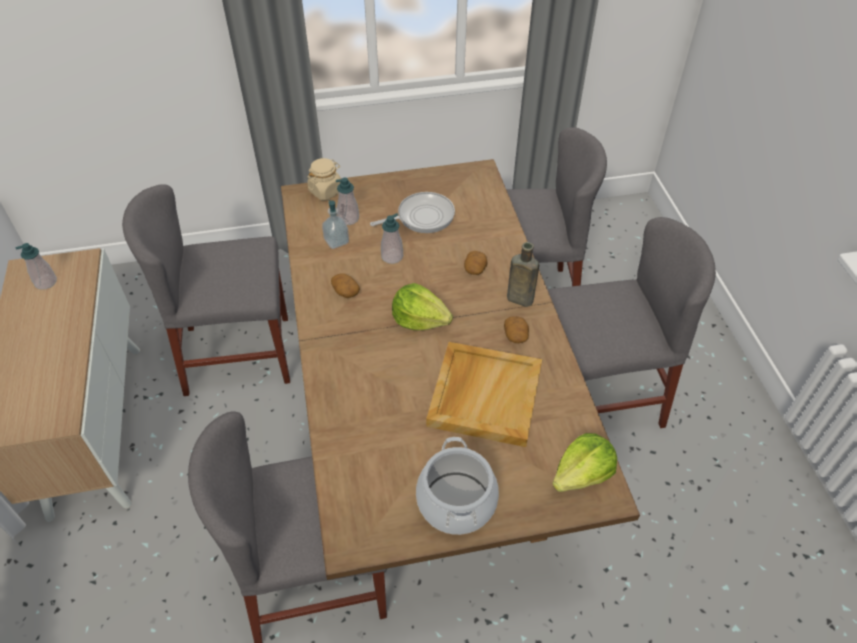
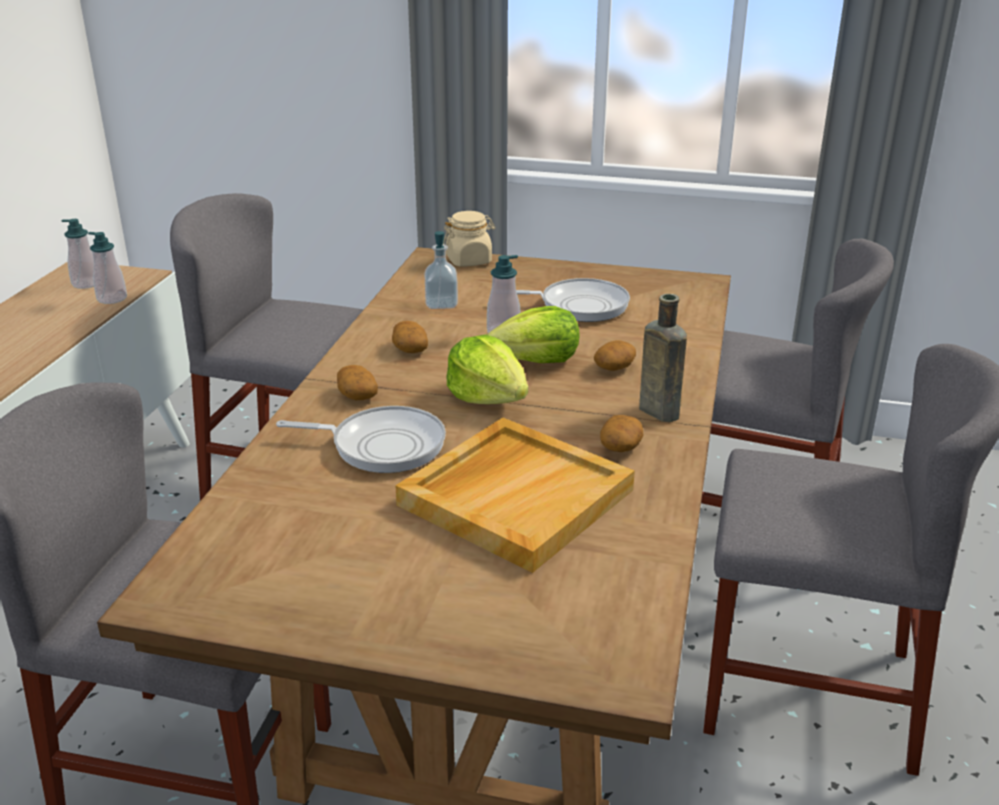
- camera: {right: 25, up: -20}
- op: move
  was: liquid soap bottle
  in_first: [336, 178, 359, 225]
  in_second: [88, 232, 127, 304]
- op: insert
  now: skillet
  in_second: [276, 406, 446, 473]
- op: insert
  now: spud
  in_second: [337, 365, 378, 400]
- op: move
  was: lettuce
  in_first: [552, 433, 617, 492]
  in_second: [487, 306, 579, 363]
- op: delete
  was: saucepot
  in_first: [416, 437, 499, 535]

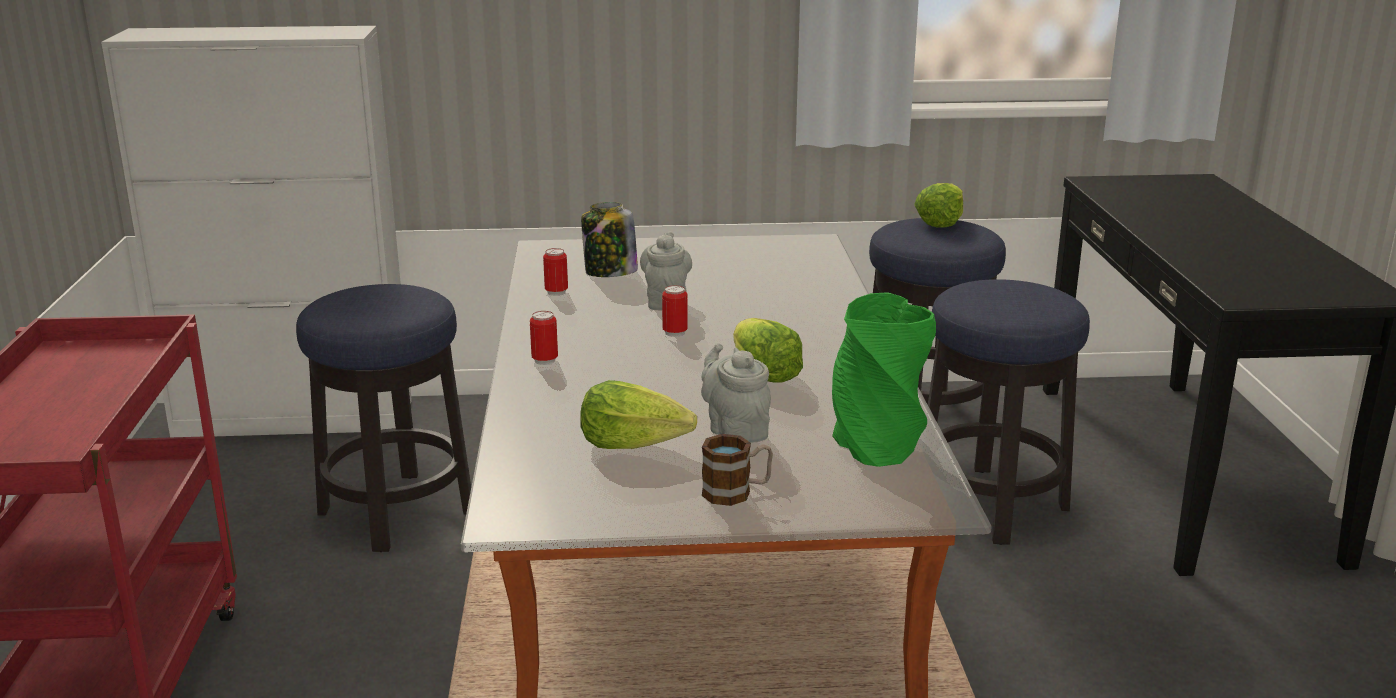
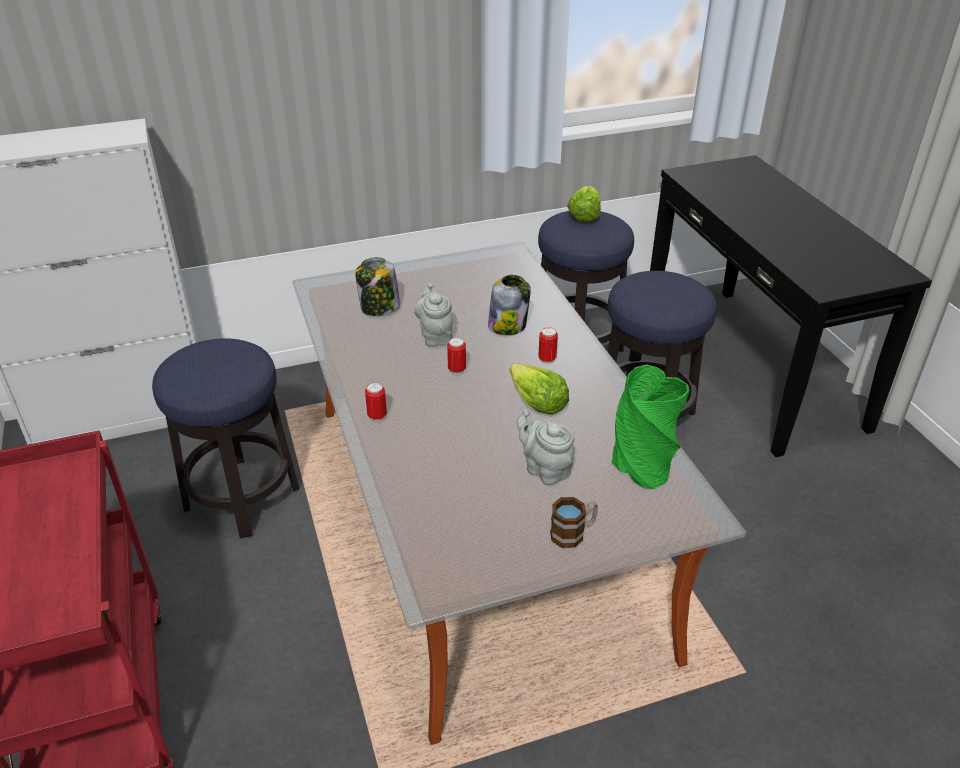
- camera: {right: -15, up: 15}
- op: insert
  now: preserve jar
  in_second: [488, 275, 531, 335]
- op: move
  was: can
  in_first: [543, 248, 568, 296]
  in_second: [538, 327, 558, 364]
- op: delete
  was: lettuce
  in_first: [580, 380, 697, 449]

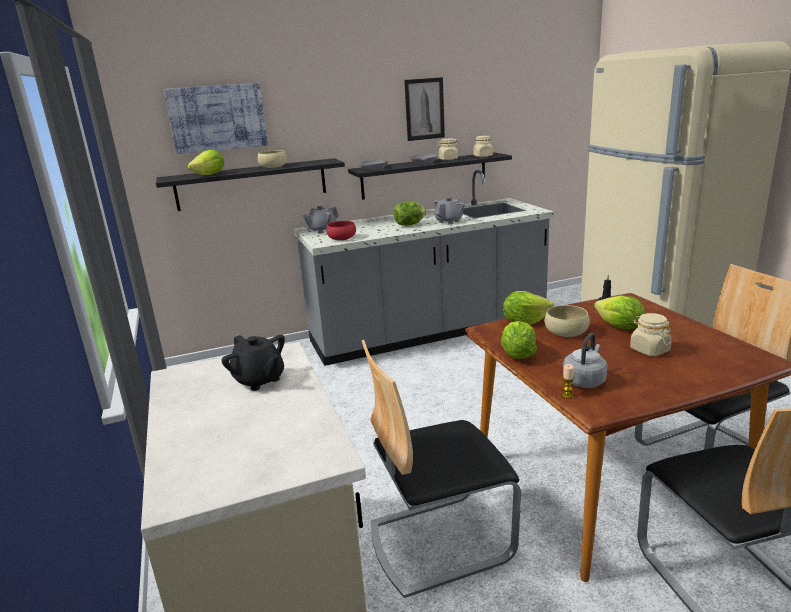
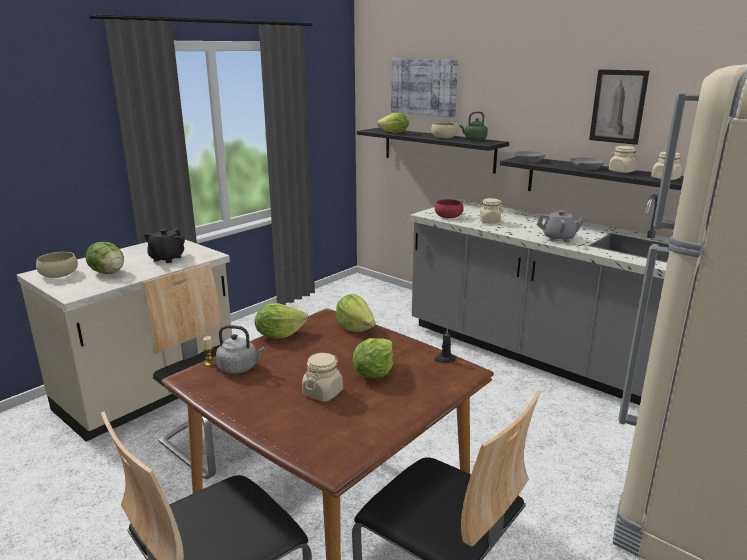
- camera: {right: 60, up: 0}
- op: move
  was: bowl (beige-coloured)
  in_first: [544, 305, 590, 337]
  in_second: [36, 252, 78, 278]
- op: move
  was: lettuce
  in_first: [394, 201, 426, 226]
  in_second: [86, 242, 124, 274]
- op: insert
  now: kettle (green)
  in_second: [460, 111, 488, 141]
- op: insert
  now: preserve jar (beige-coloured)
  in_second: [479, 198, 503, 223]
- op: delete
  was: teapot (grey)
  in_first: [303, 206, 339, 233]

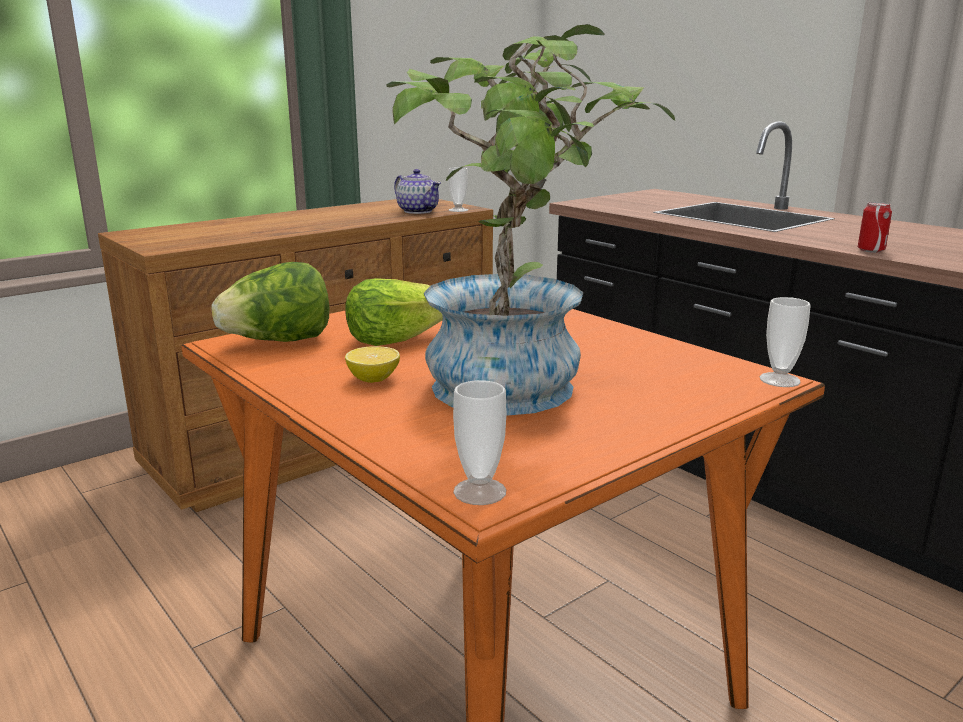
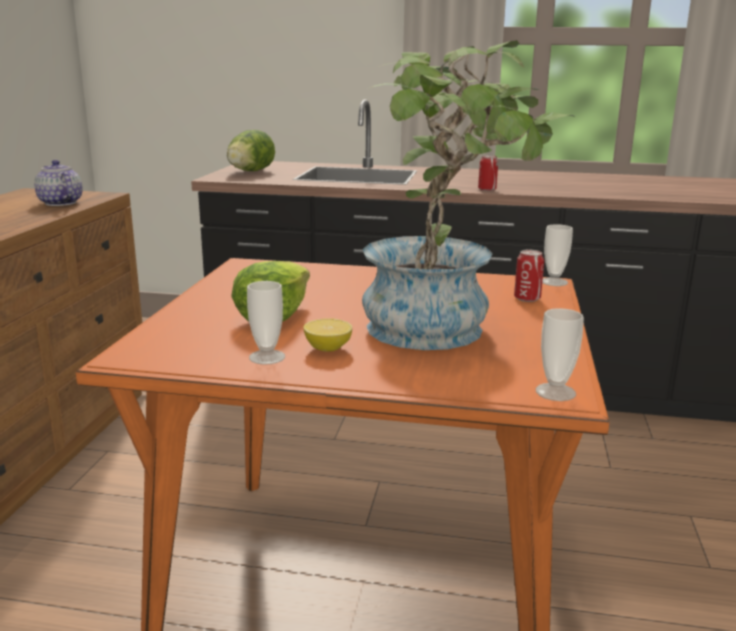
- camera: {right: -40, up: 0}
- op: rotate
  was: teapot
  in_first: [394, 169, 441, 214]
  in_second: [34, 160, 83, 206]
  clockwise: -135
- op: move
  was: lettuce
  in_first: [211, 262, 329, 342]
  in_second: [227, 130, 275, 171]
- op: move
  was: small cup
  in_first: [448, 167, 468, 212]
  in_second: [247, 281, 285, 365]
- op: insert
  now: can
  in_second: [514, 250, 544, 302]

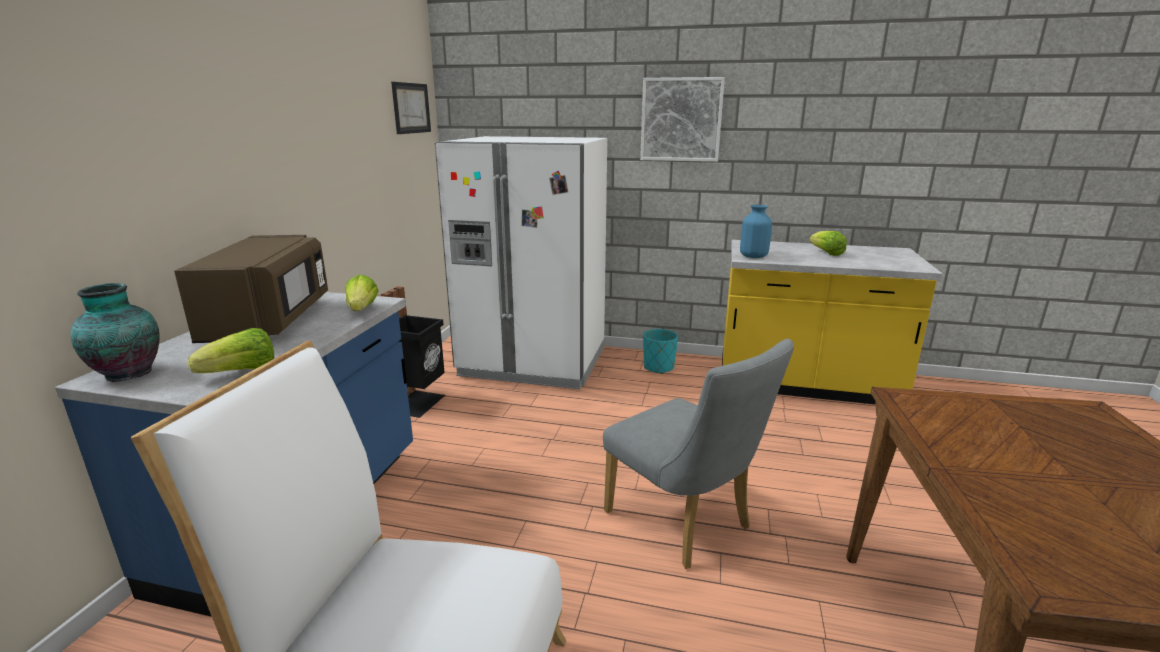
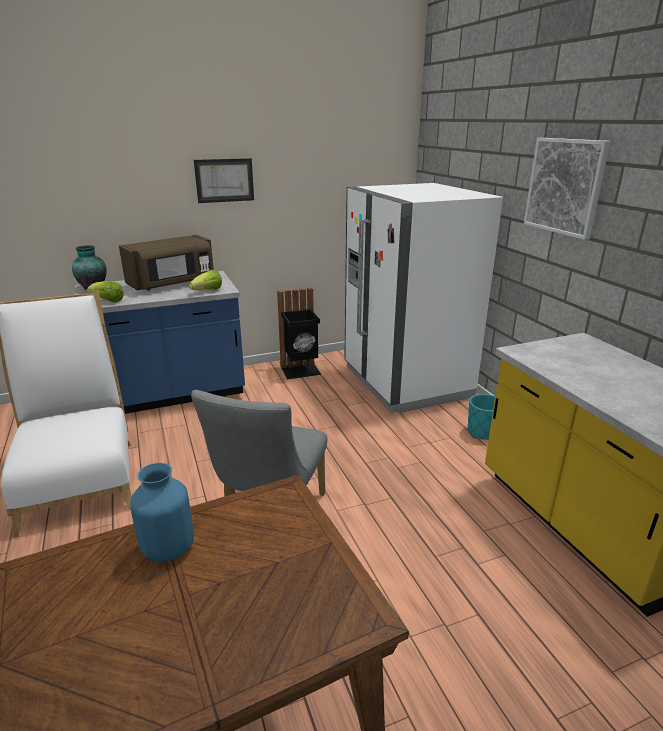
- camera: {right: 55, up: 5}
- op: move
  was: vase (blue-coloured)
  in_first: [740, 205, 772, 258]
  in_second: [131, 463, 194, 562]
- op: move
  was: wall art
  in_first: [391, 82, 431, 134]
  in_second: [194, 158, 254, 203]
- op: delete
  was: lettuce
  in_first: [810, 231, 847, 256]

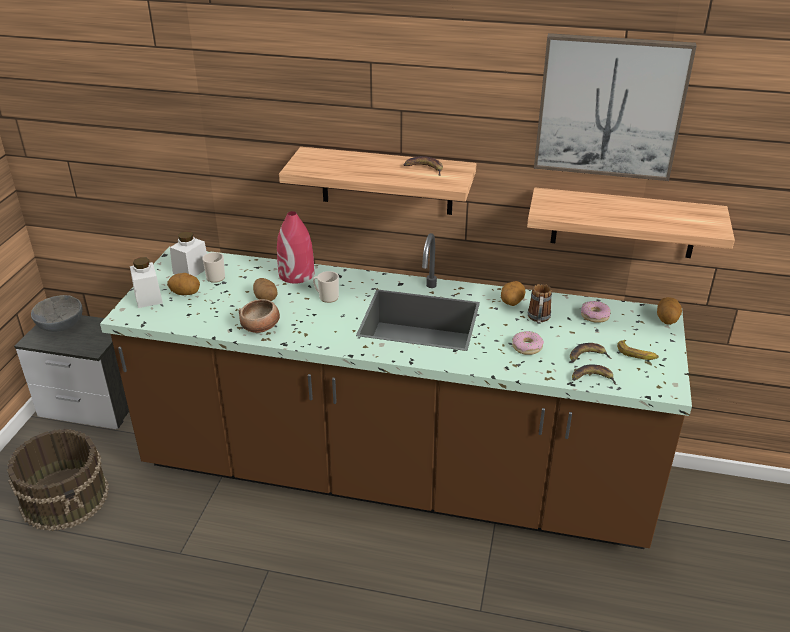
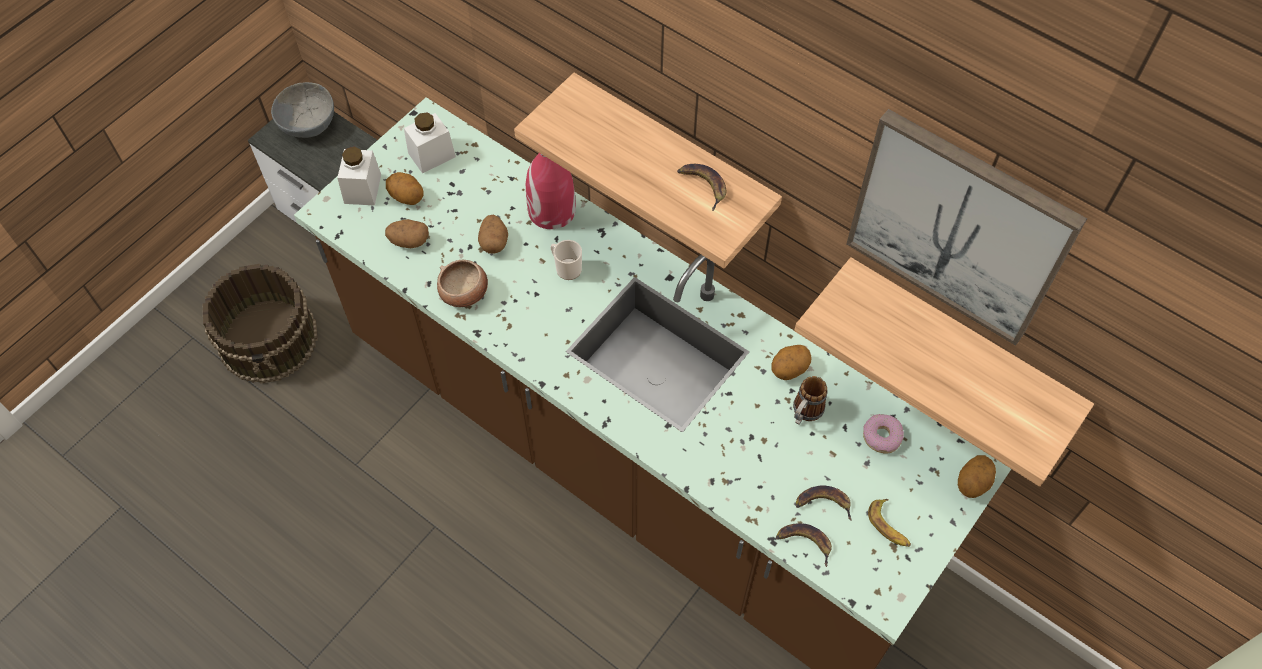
- camera: {right: 25, up: 25}
- op: insert
  now: spud
  in_second: [385, 219, 429, 248]
- op: delete
  was: coffee mug
  in_first: [202, 252, 225, 283]
- op: delete
  was: ring doughnut
  in_first: [512, 331, 544, 355]

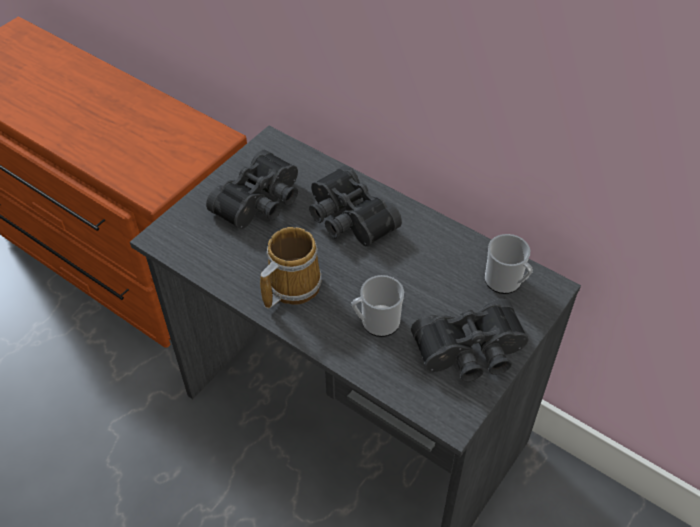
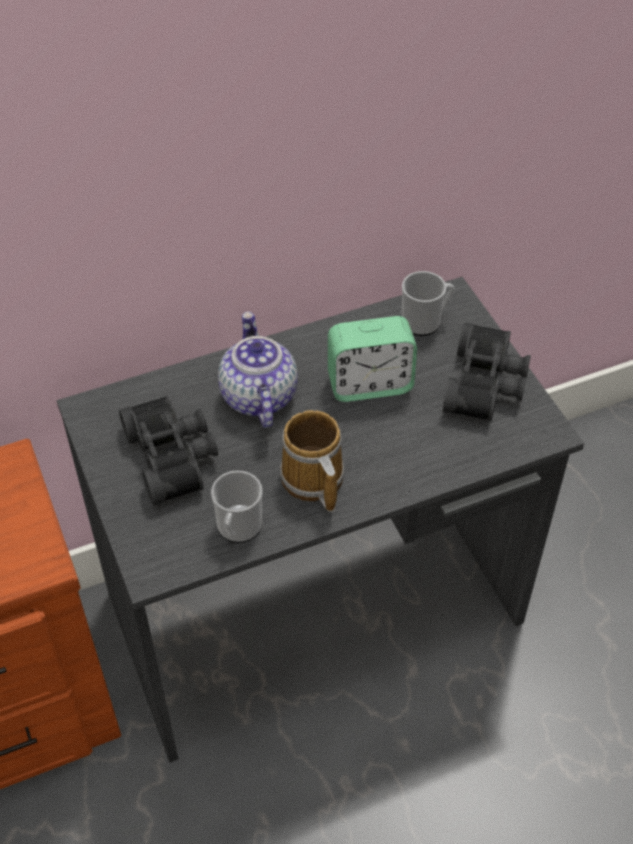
- camera: {right: -60, up: 0}
- op: move
  was: coffee mug
  in_first: [352, 275, 404, 337]
  in_second: [211, 470, 263, 543]
- op: replace
  was: binoculars (blackish)
  now: teapot
  in_first: [309, 165, 402, 247]
  in_second: [218, 312, 298, 428]
- op: insert
  now: alarm clock
  in_second: [328, 316, 417, 402]

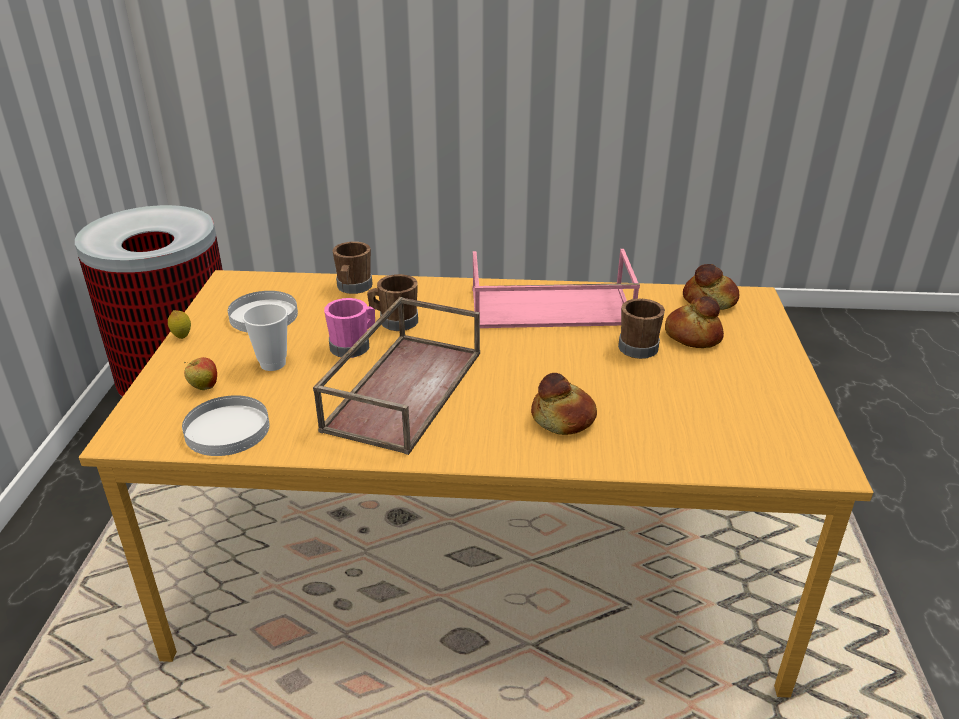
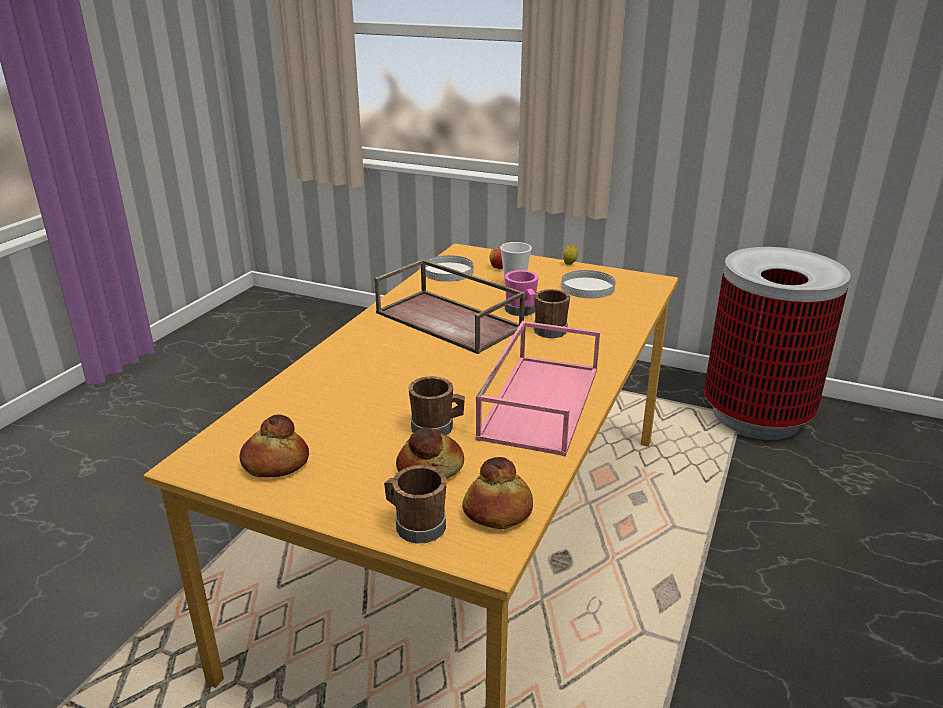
- camera: {right: 110, up: -5}
- op: move
  was: bread
  in_first: [531, 373, 597, 435]
  in_second: [240, 415, 309, 477]
- op: move
  was: coffee mug (brownish)
  in_first: [333, 241, 372, 294]
  in_second: [384, 465, 446, 543]

